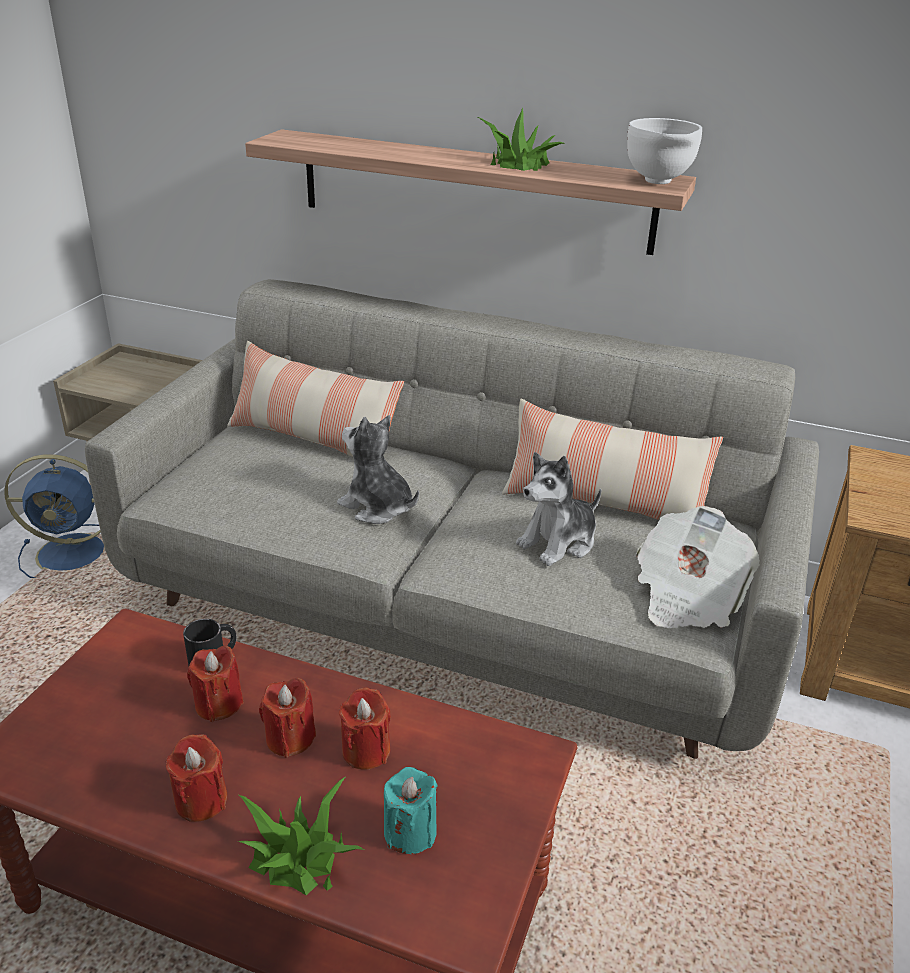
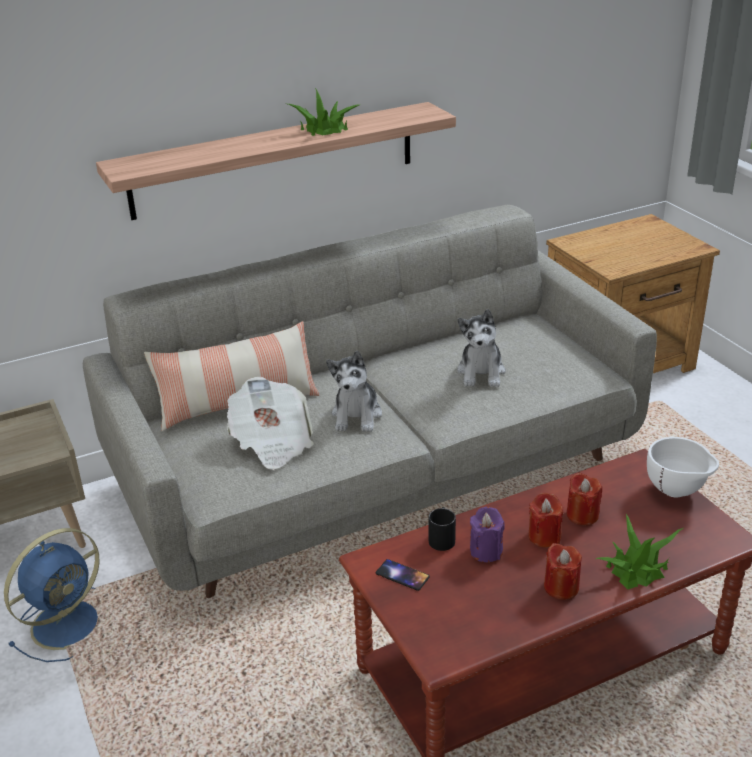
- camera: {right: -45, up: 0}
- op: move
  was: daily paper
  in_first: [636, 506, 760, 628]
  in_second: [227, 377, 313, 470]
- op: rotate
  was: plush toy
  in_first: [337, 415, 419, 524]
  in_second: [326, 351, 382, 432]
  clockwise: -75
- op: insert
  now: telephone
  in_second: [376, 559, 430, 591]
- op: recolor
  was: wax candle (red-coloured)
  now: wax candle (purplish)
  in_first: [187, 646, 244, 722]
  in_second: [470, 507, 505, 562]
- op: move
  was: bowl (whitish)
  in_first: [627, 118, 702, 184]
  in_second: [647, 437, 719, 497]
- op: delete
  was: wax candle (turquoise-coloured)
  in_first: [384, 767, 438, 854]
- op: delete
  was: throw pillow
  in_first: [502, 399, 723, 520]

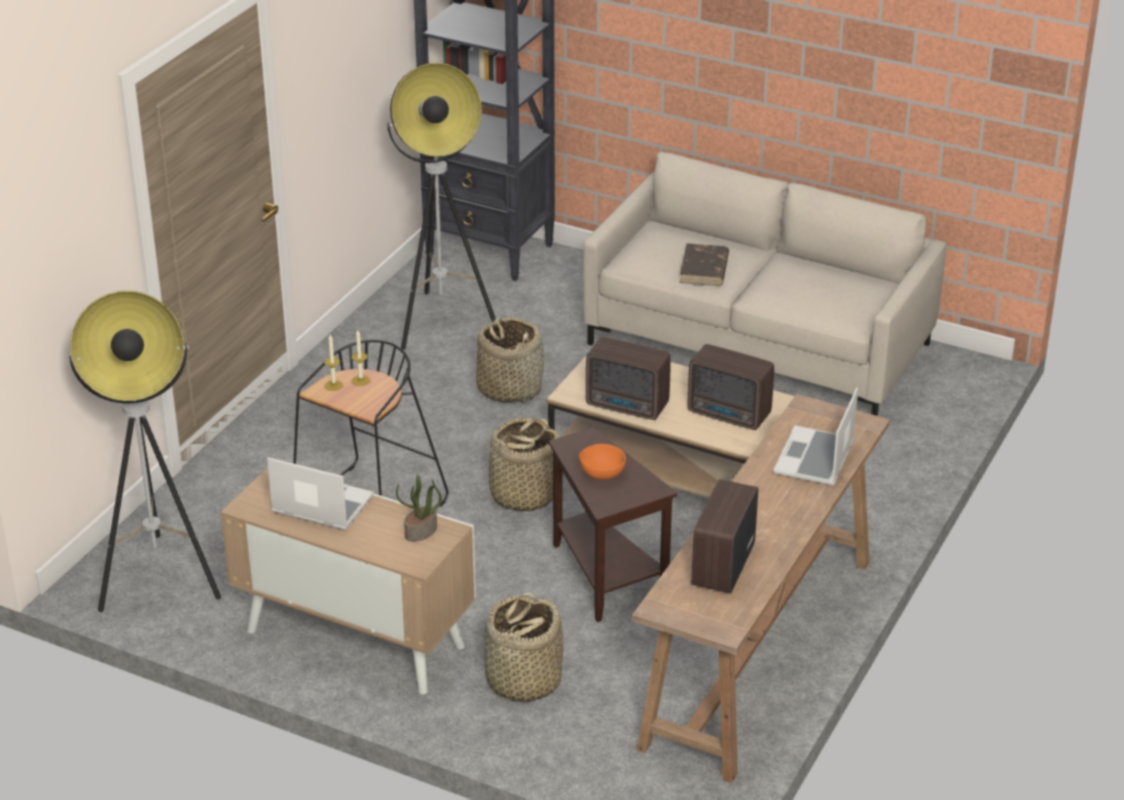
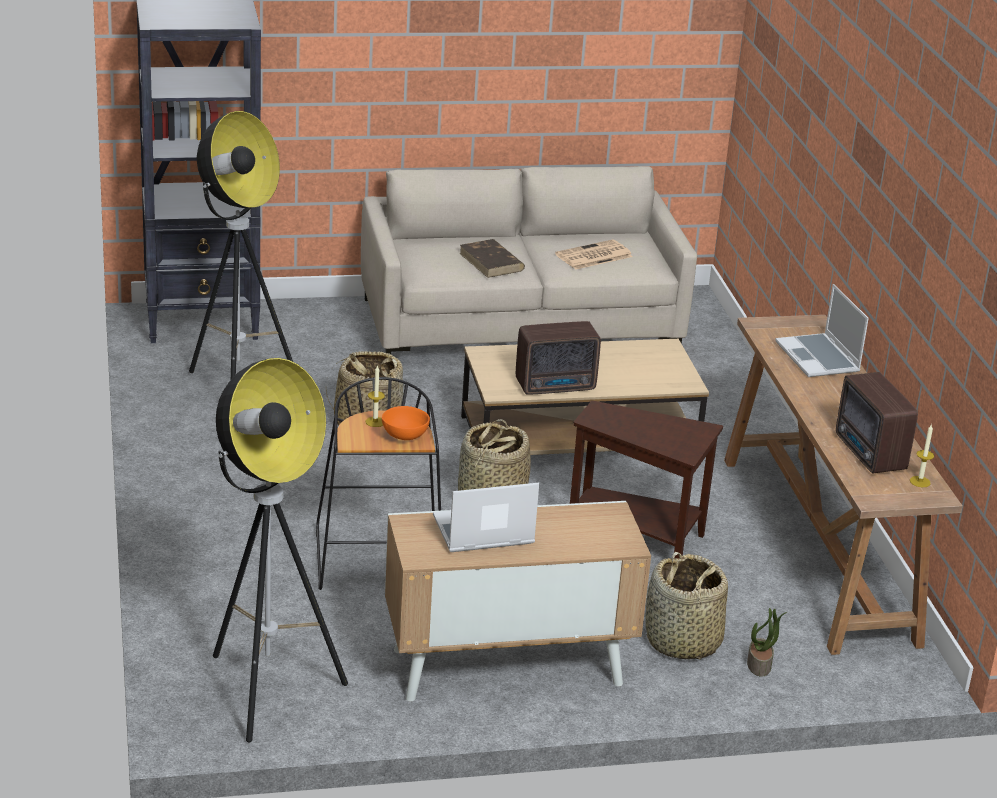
- camera: {right: -40, up: -5}
- op: move
  was: bowl (orange-coloured)
  in_first: [579, 444, 626, 480]
  in_second: [382, 406, 430, 440]
- op: insert
  now: daily paper
  in_second: [555, 239, 633, 270]
- op: move
  was: potted plant
  in_first: [396, 475, 442, 542]
  in_second: [747, 608, 787, 677]
- op: move
  was: wax candle
  in_first: [324, 335, 343, 391]
  in_second: [910, 424, 934, 487]
- op: delete
  was: radio set
  in_first: [688, 344, 774, 430]

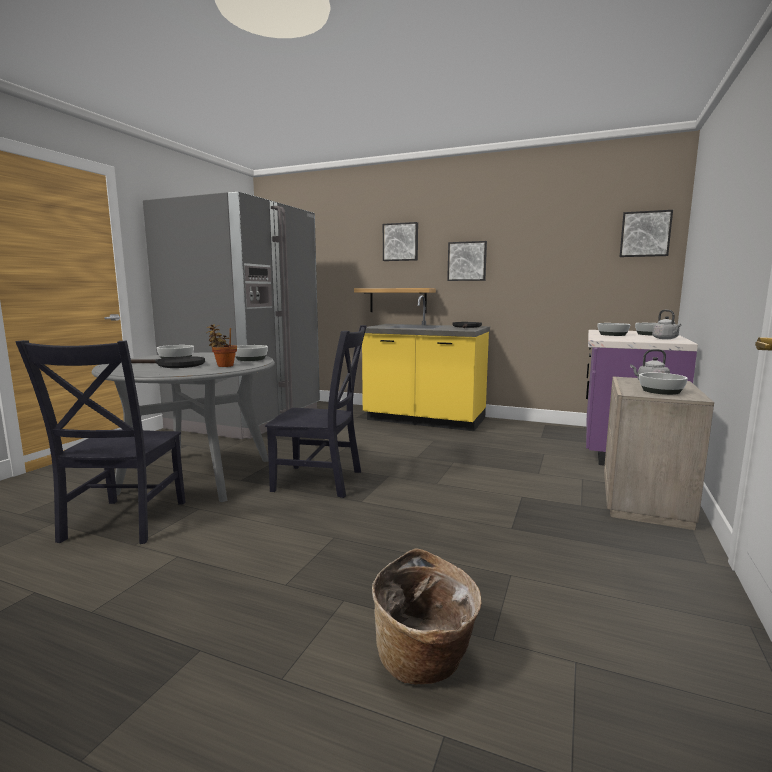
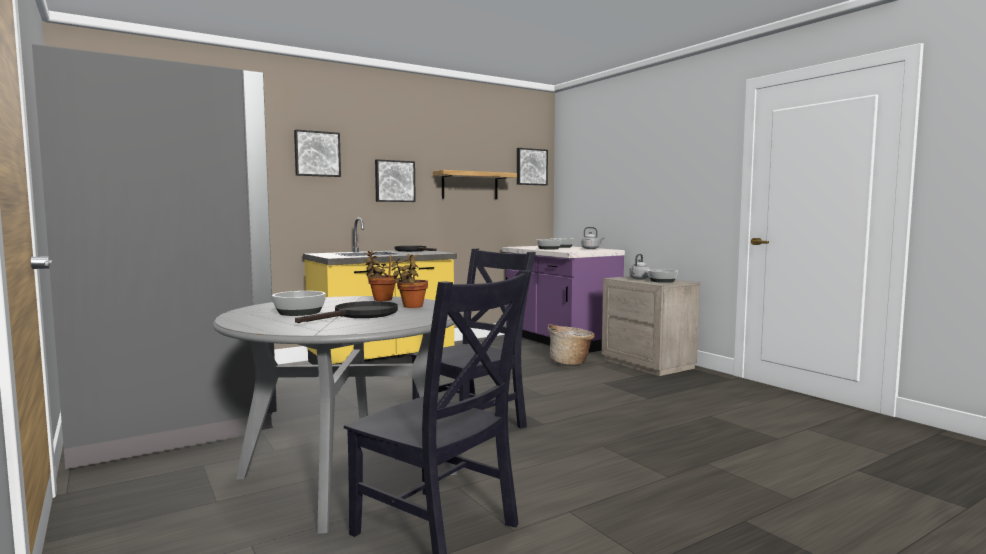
- camera: {right: -55, up: -5}
- op: replace
  was: bowl
  now: potted plant
  in_first: [235, 345, 268, 361]
  in_second: [364, 251, 396, 301]
- op: move
  was: wall shelf
  in_first: [354, 288, 436, 313]
  in_second: [433, 170, 517, 199]
- op: move
  was: household basket
  in_first: [372, 548, 482, 685]
  in_second: [548, 324, 595, 365]

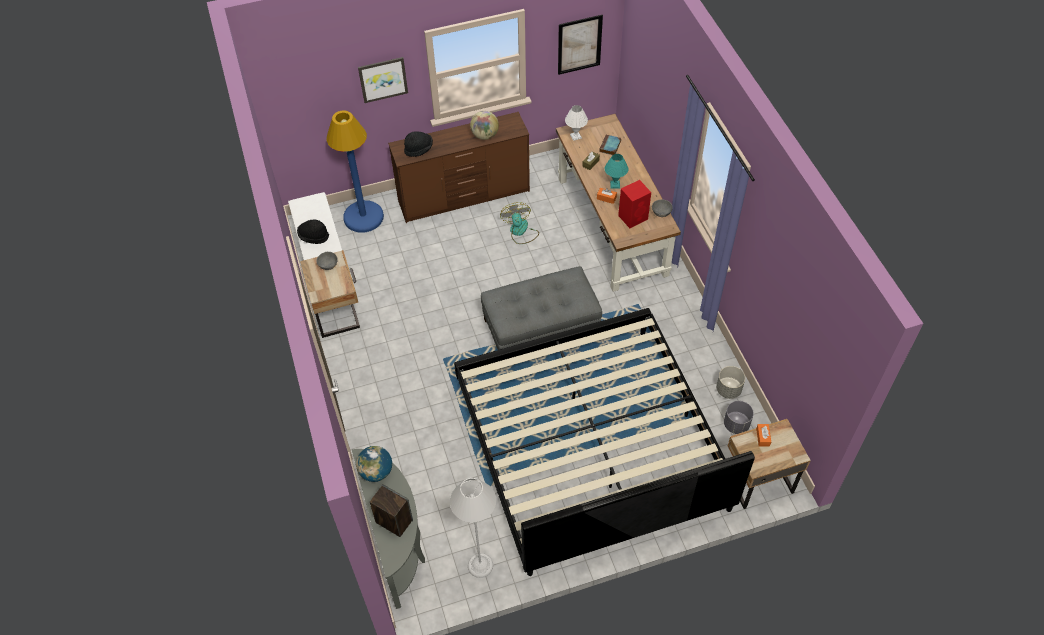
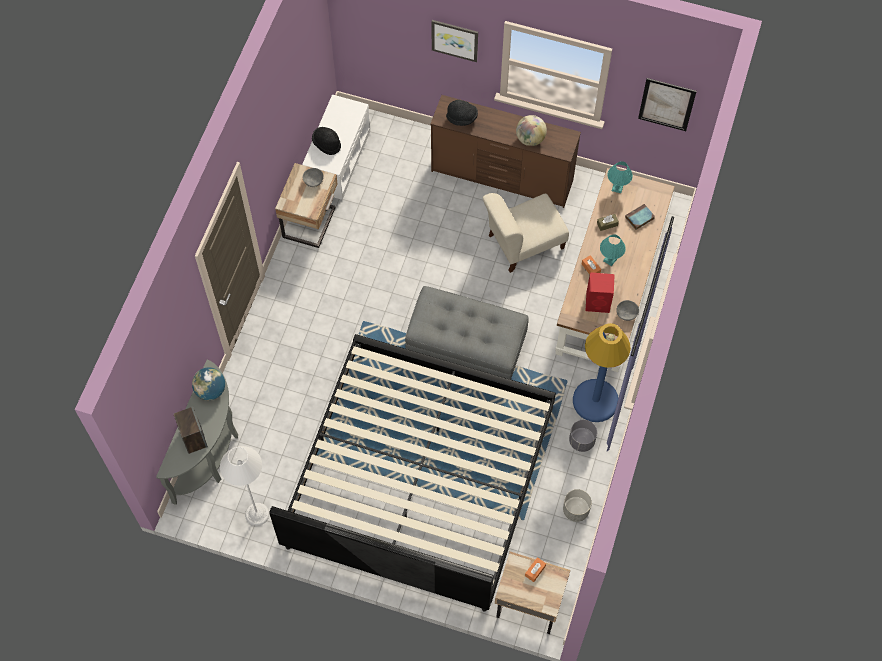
- camera: {right: 35, up: 10}
- op: replace
  was: fan
  now: upright chair (beige-coloured)
  in_first: [500, 202, 539, 244]
  in_second: [483, 193, 569, 273]
- op: move
  was: planter (grey)
  in_first: [724, 401, 754, 434]
  in_second: [569, 420, 597, 452]
- op: move
  was: standard lamp (blue-coloured)
  in_first: [326, 110, 384, 233]
  in_second: [573, 323, 631, 422]
- op: recolor
  was: tabletop lamp (whitish)
  now: tabletop lamp (turquoise-coloured)
  in_first: [565, 105, 588, 141]
  in_second: [608, 161, 633, 193]

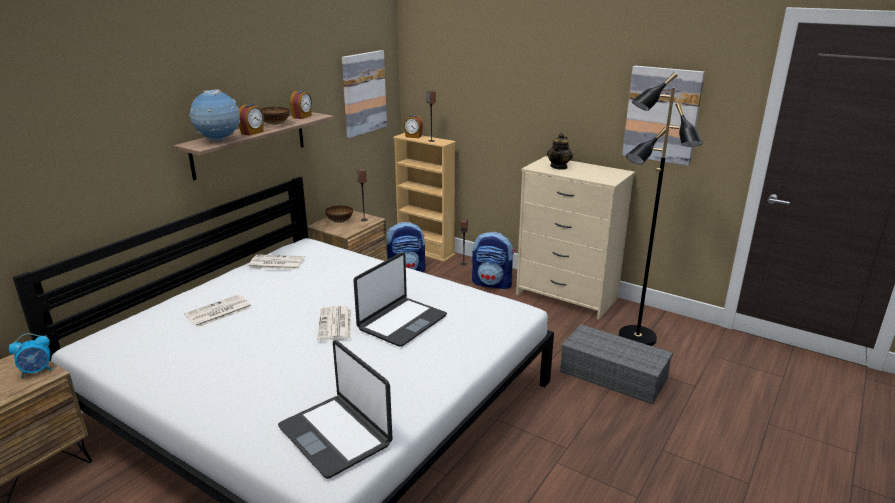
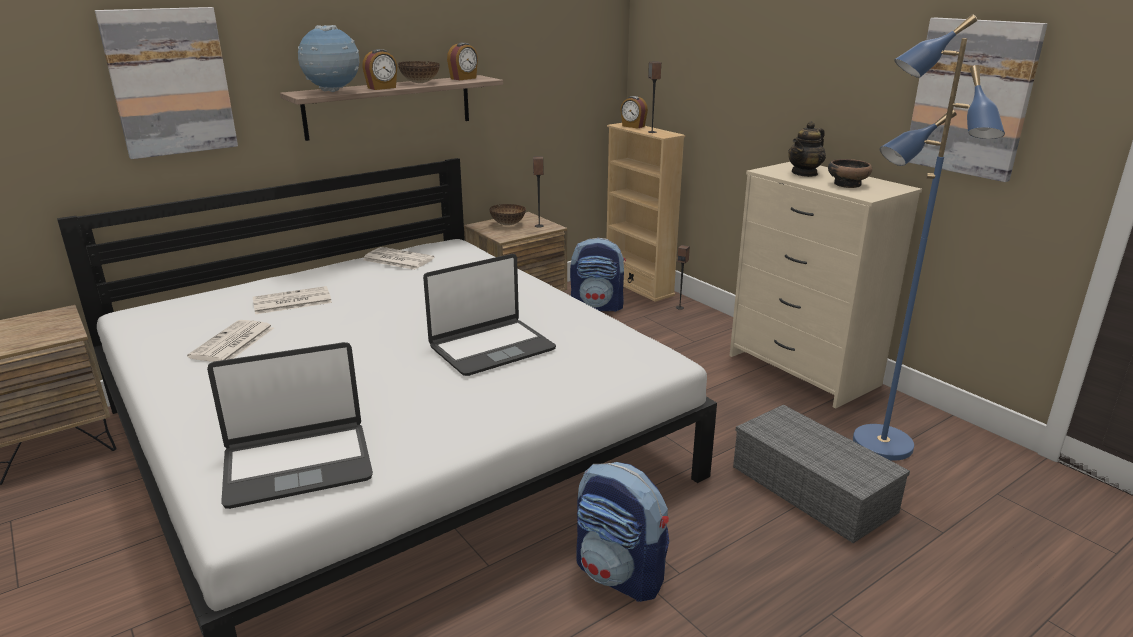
- camera: {right: 20, up: 0}
- op: move
  was: wall art
  in_first: [342, 50, 387, 138]
  in_second: [95, 7, 238, 159]
- op: move
  was: daily paper
  in_first: [317, 306, 351, 341]
  in_second: [187, 320, 274, 362]
- op: rotate
  was: notebook computer
  in_first: [278, 340, 393, 479]
  in_second: [207, 342, 373, 509]
  clockwise: -90
- op: move
  was: backpack
  in_first: [472, 232, 515, 289]
  in_second: [576, 462, 669, 602]
- op: insert
  now: bowl
  in_second: [828, 159, 872, 188]
- op: recolor
  was: standard lamp (blackish)
  now: standard lamp (blue-coloured)
  in_first: [619, 72, 703, 346]
  in_second: [853, 14, 1005, 461]
- op: delete
  was: alarm clock
  in_first: [9, 333, 52, 378]

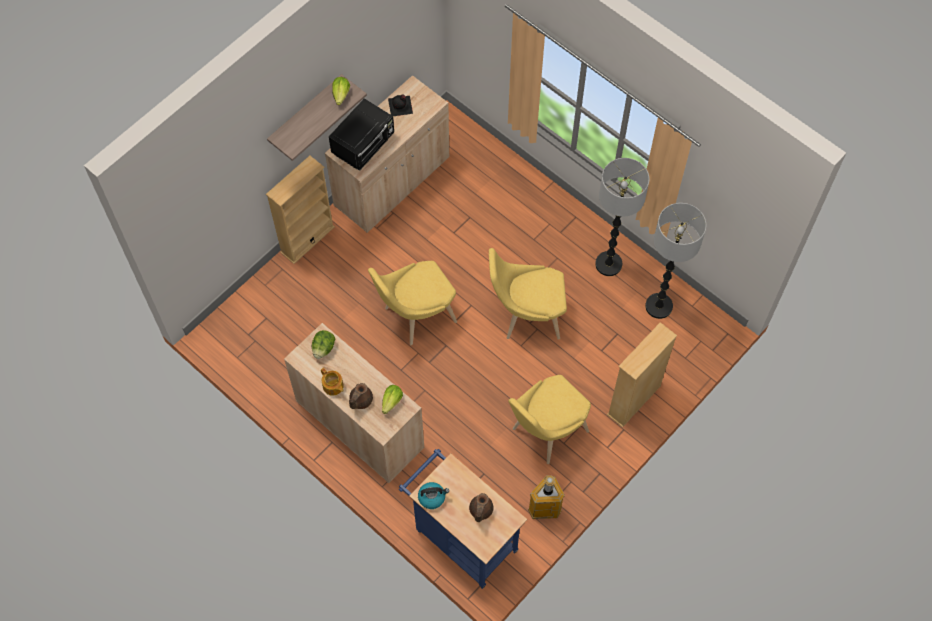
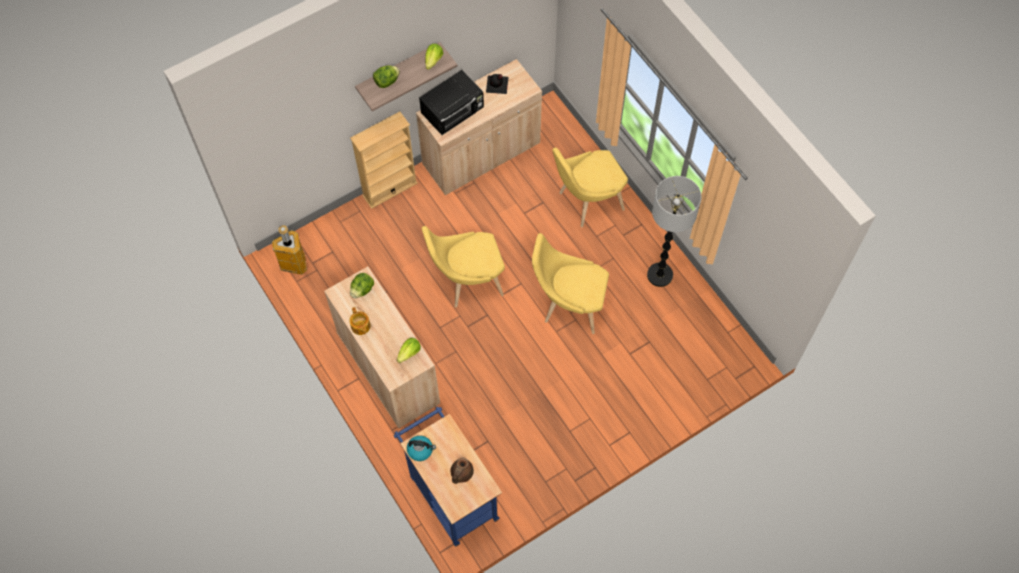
- camera: {right: 15, up: 0}
- op: move
  was: rubbish bin
  in_first: [528, 475, 565, 519]
  in_second: [272, 225, 307, 275]
- op: insert
  now: lettuce
  in_second: [373, 65, 400, 88]
- op: move
  was: upright chair (yellow)
  in_first: [508, 375, 591, 464]
  in_second: [552, 148, 628, 227]
- op: delete
  was: teapot (brownish)
  in_first: [349, 383, 373, 409]
- op: delete
  was: bookcase (beige-coloured)
  in_first: [607, 322, 677, 428]
- op: delete
  was: standard lamp
  in_first: [645, 203, 706, 319]

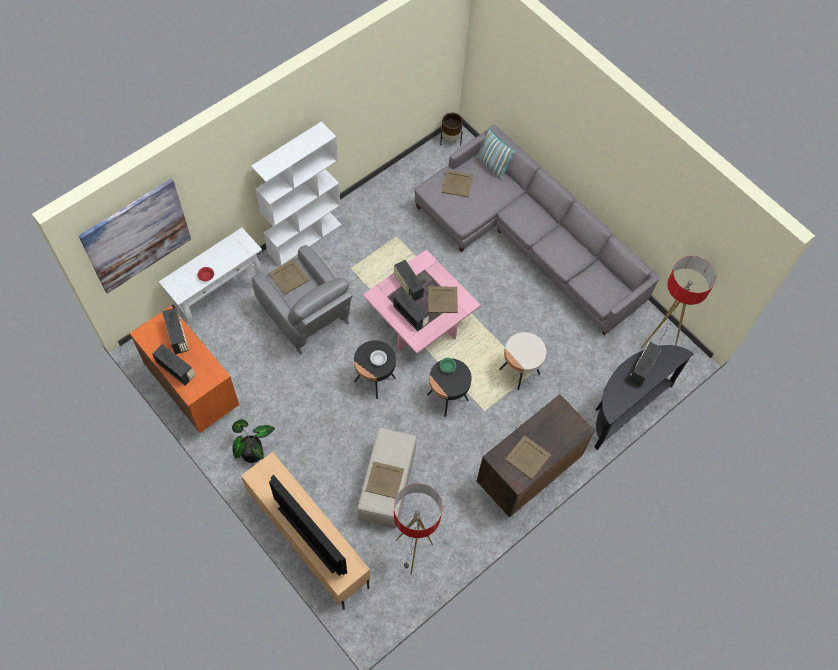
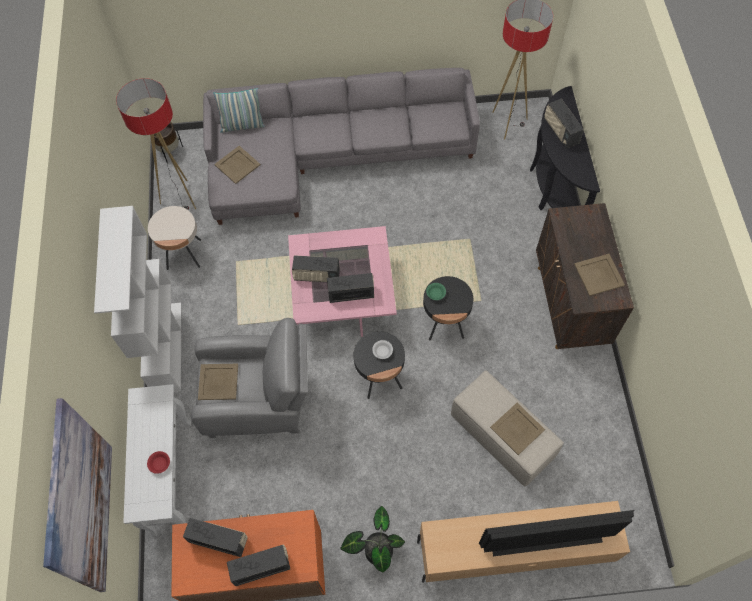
- camera: {right: -50, up: 0}
- op: move
  was: standard lamp
  in_first: [394, 484, 443, 574]
  in_second: [116, 78, 196, 210]
- op: move
  was: side table (beige-coloured)
  in_first: [499, 332, 546, 390]
  in_second: [148, 206, 201, 270]
- op: delete
  was: tray (beige-coloured)
  in_first: [428, 286, 458, 313]

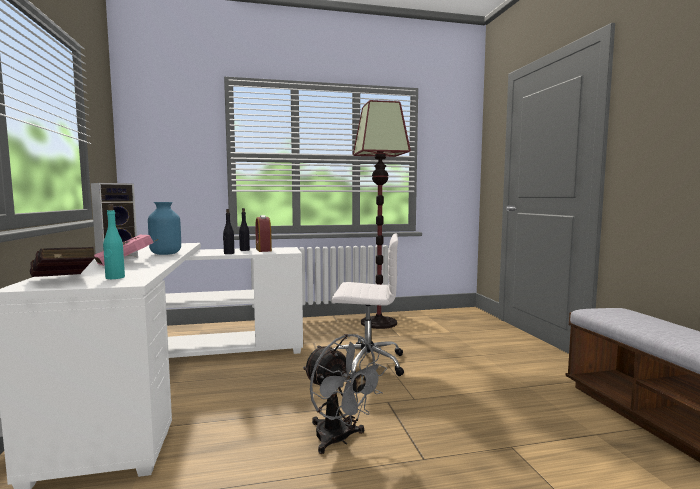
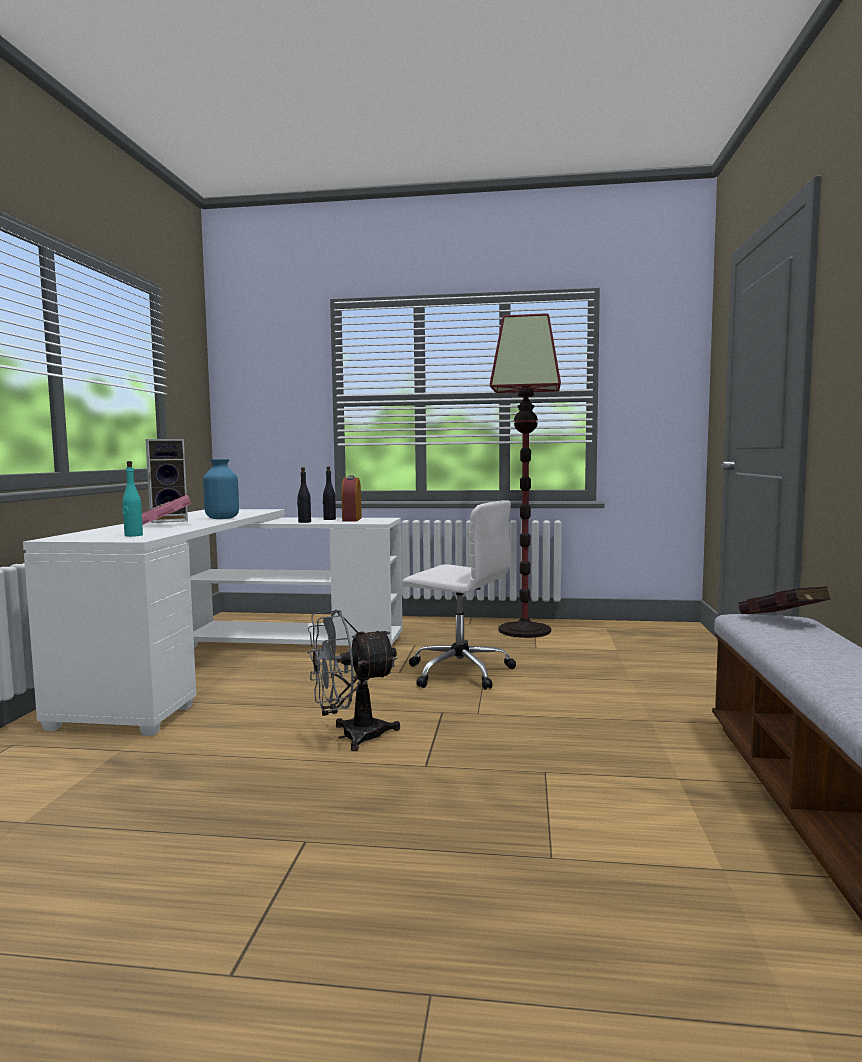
- camera: {right: 20, up: 0}
- op: rotate
  was: fan (grey)
  in_first: [303, 334, 387, 454]
  in_second: [307, 610, 400, 751]
  clockwise: 90
- op: move
  was: book (red-coloured)
  in_first: [30, 247, 95, 277]
  in_second: [739, 586, 831, 614]

